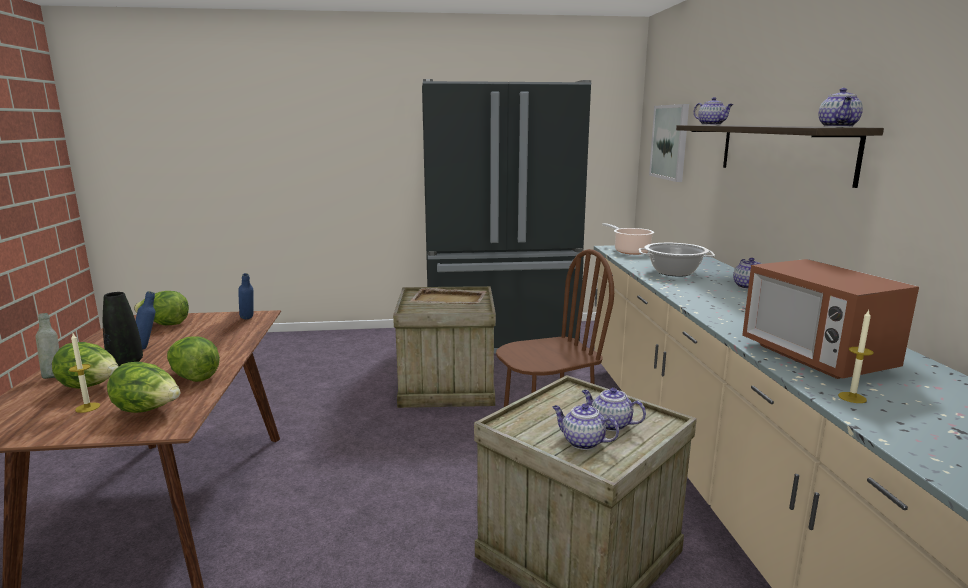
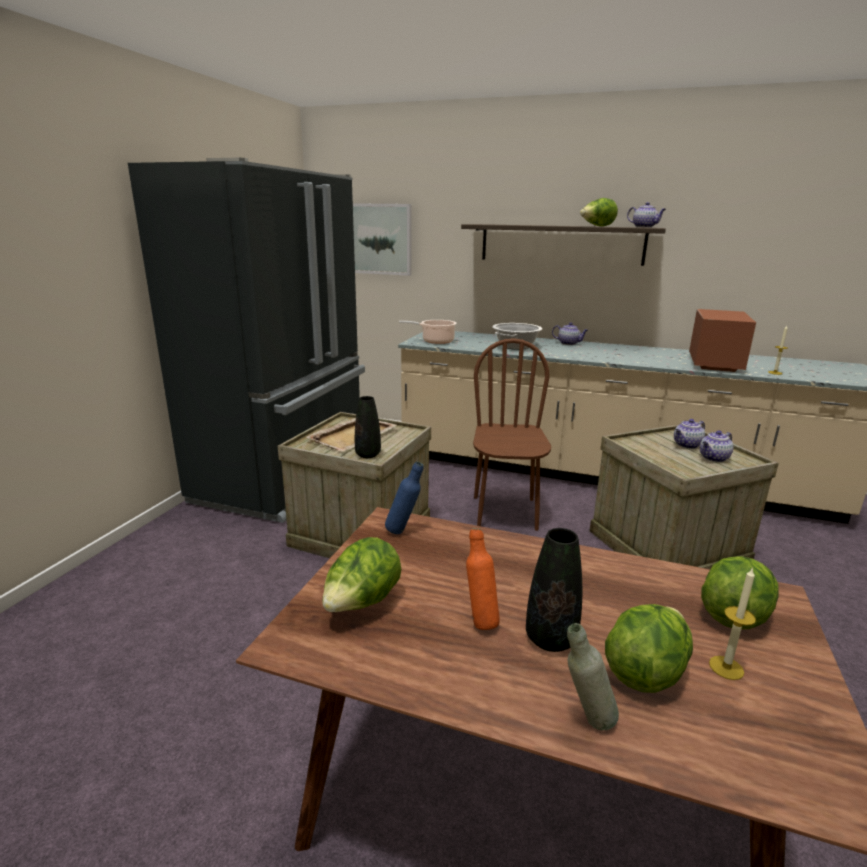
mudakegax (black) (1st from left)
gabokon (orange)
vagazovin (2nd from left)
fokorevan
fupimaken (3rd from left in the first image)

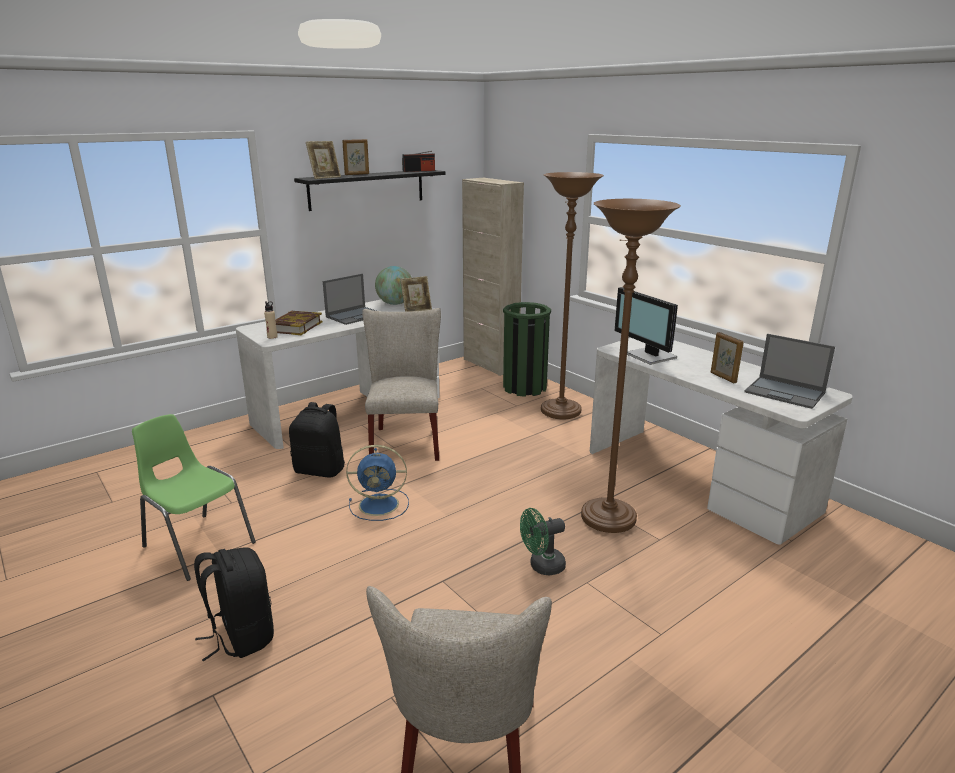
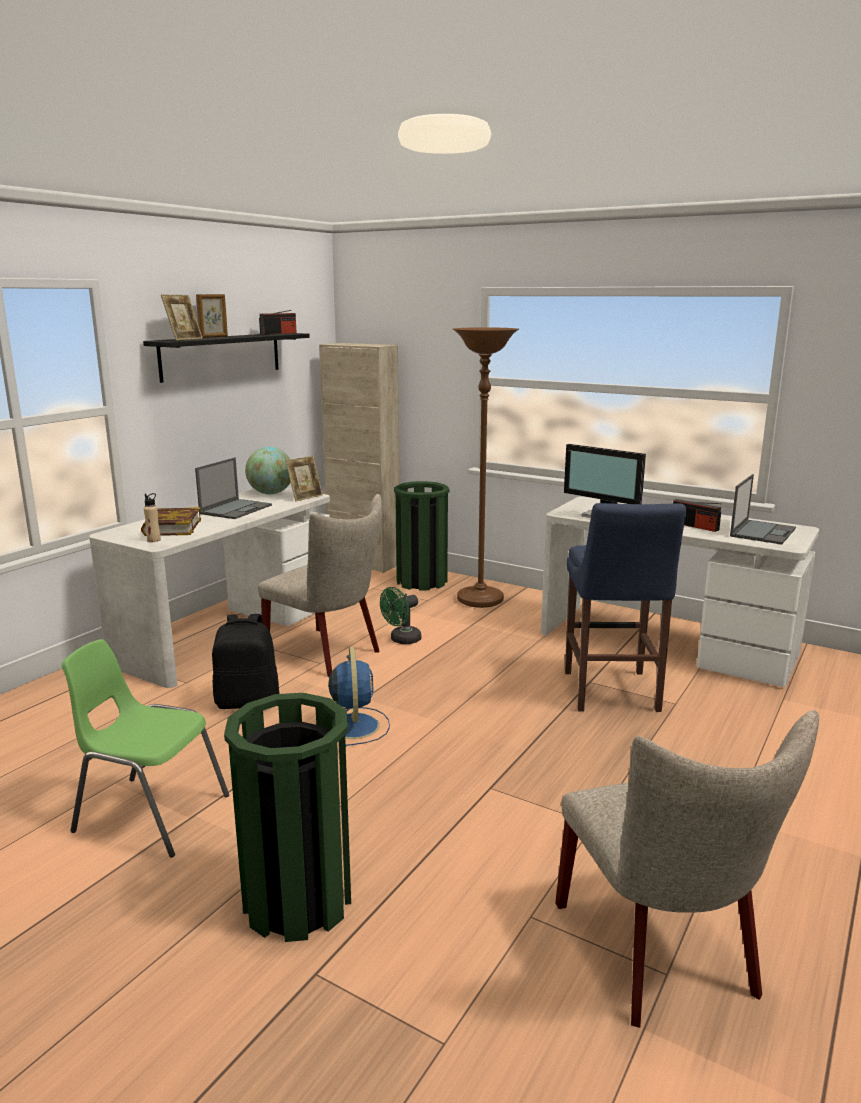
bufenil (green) (1st from left)
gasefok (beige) (1st from left)
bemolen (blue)
bemolen (green)
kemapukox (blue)
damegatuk (2nd from left)
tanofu (2nd from left)

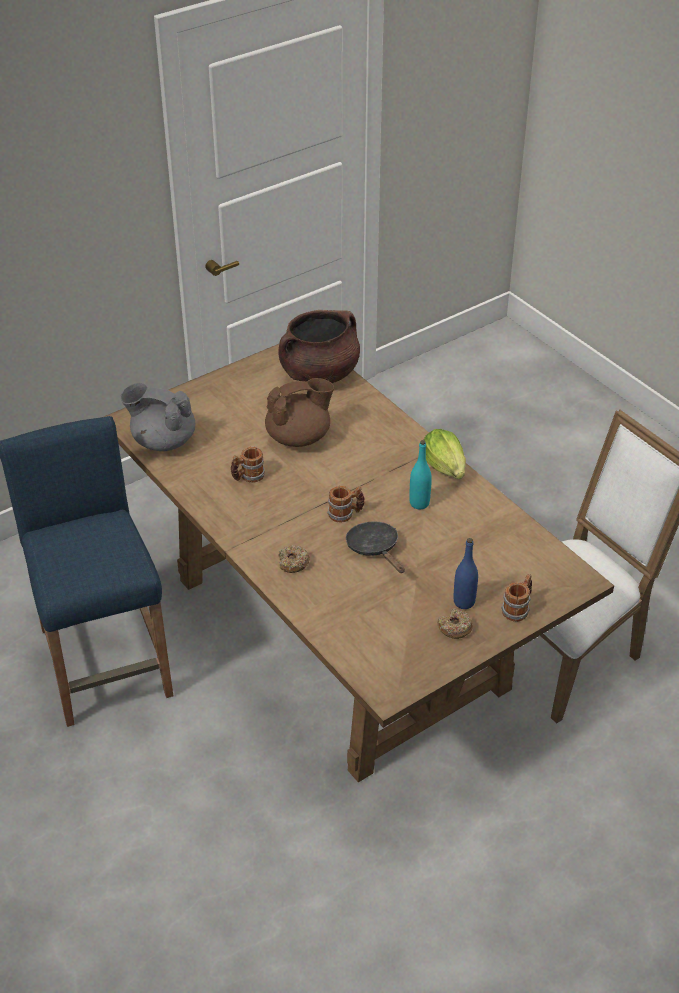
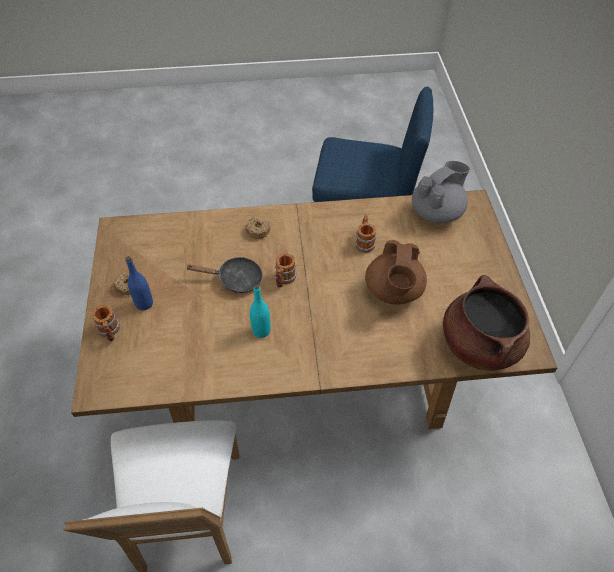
vagazovin

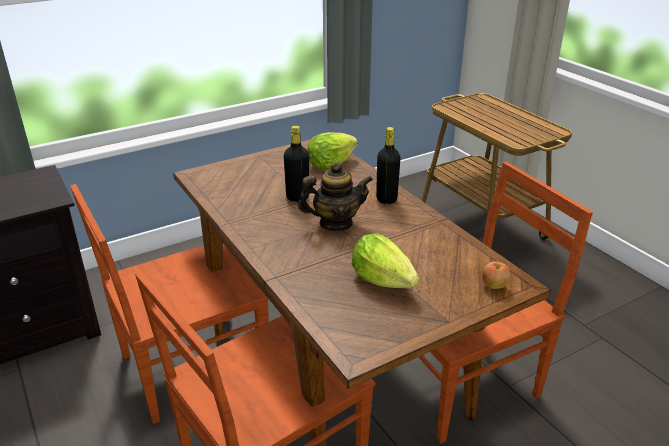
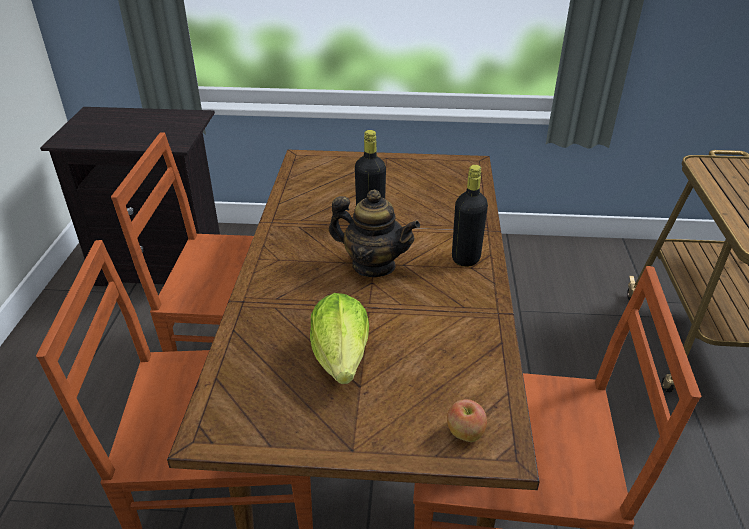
vagazovin (1st from left in the first image)

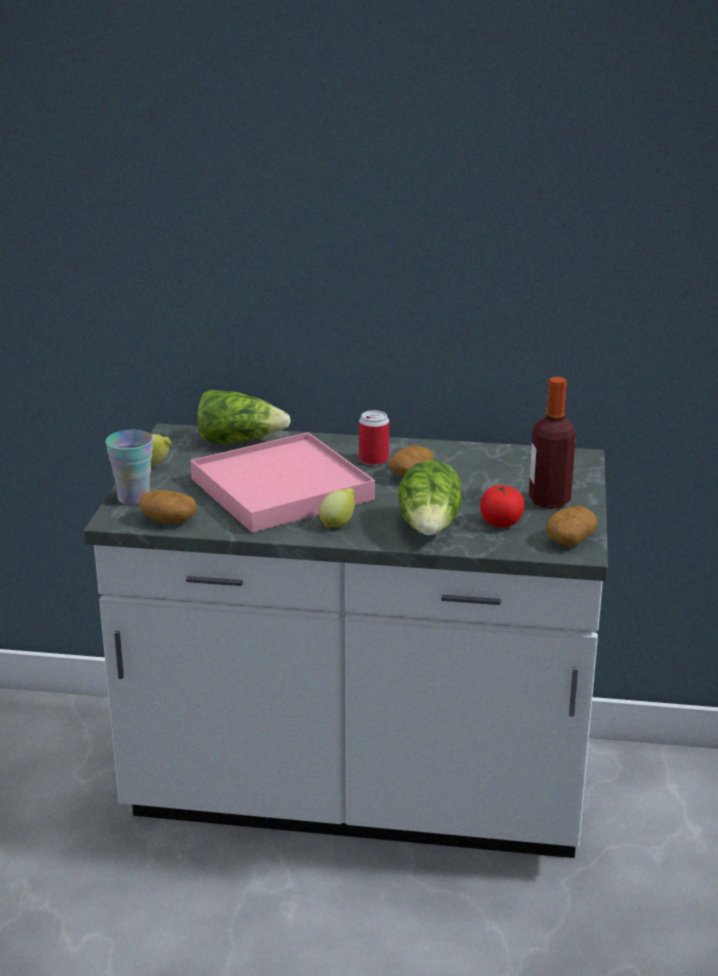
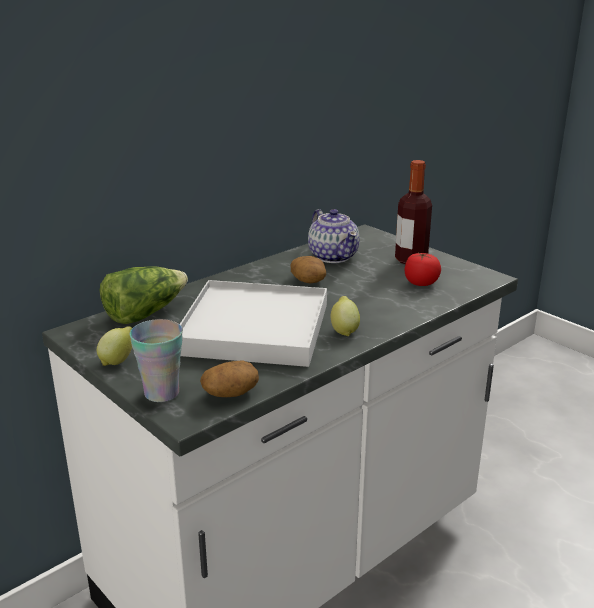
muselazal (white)
fupimaken
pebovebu
vagazovin (2nd from left in the first image)
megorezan (3rd from left in the first image)

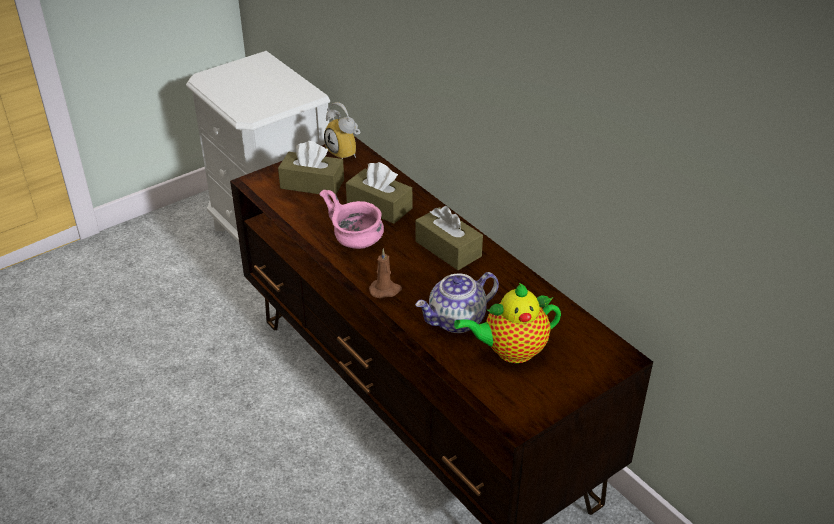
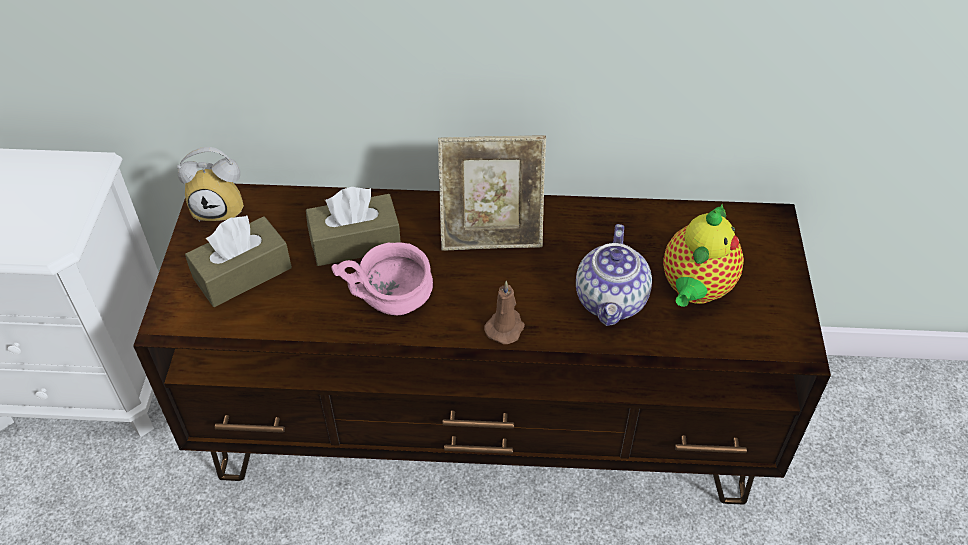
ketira

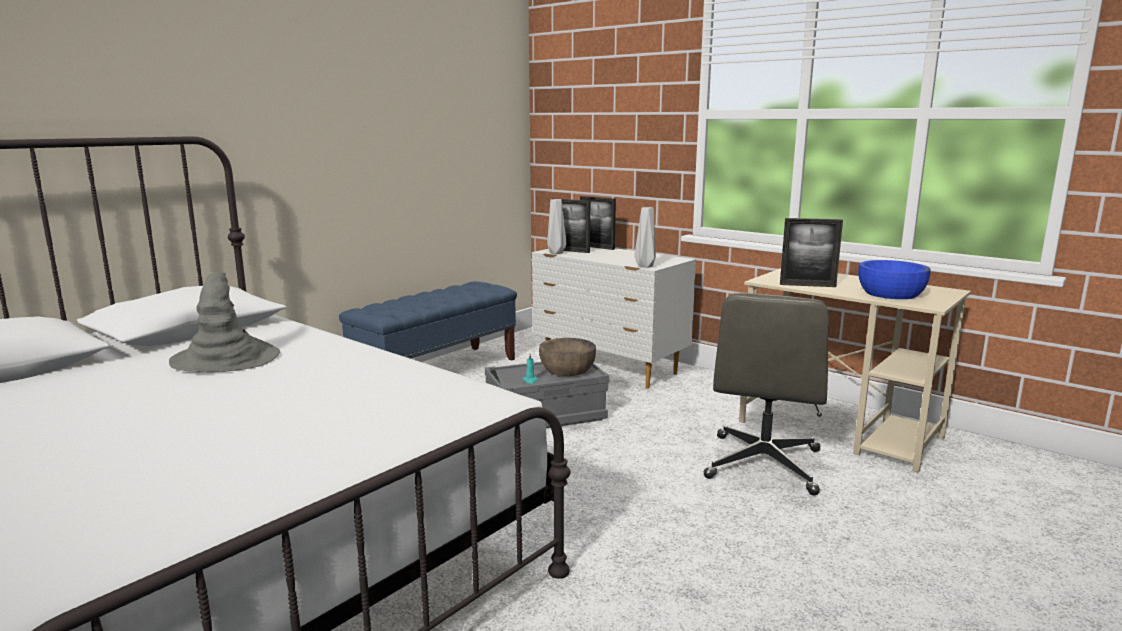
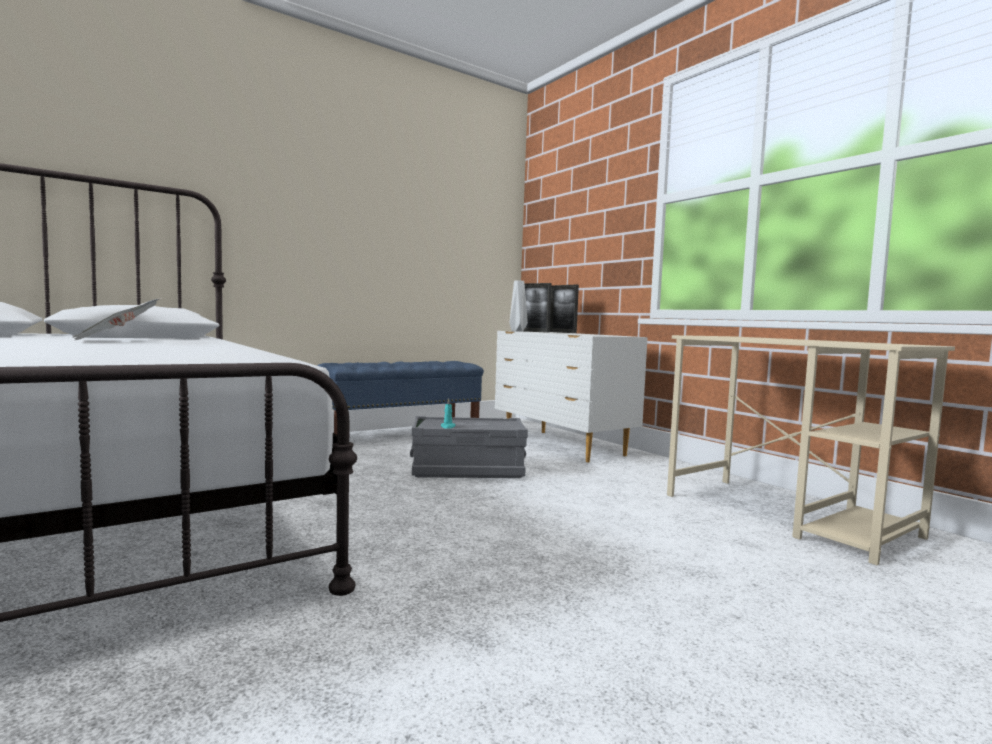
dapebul
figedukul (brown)
mudakegax (grey) (2nd from left in the first image)
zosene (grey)
ketira (3rd from left in the first image)
figedukul (blue)

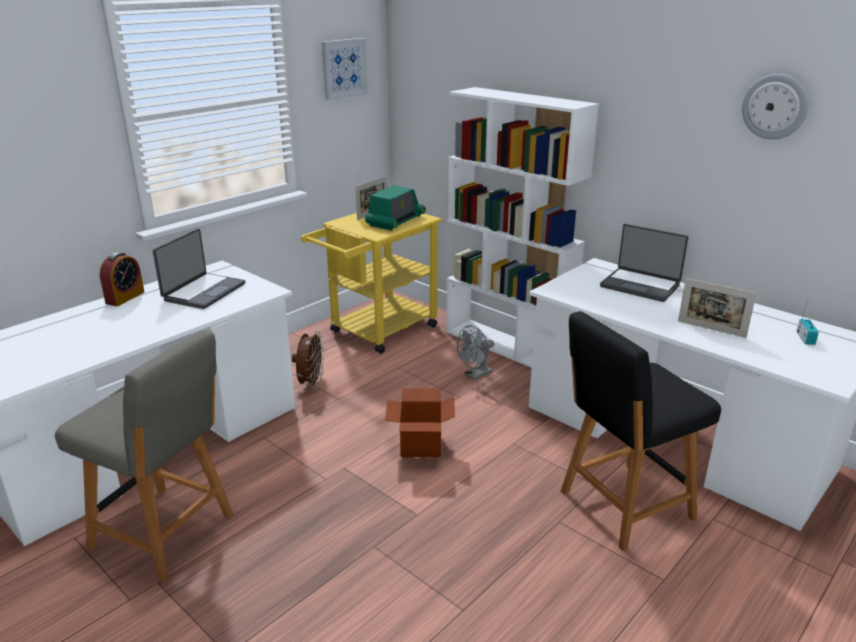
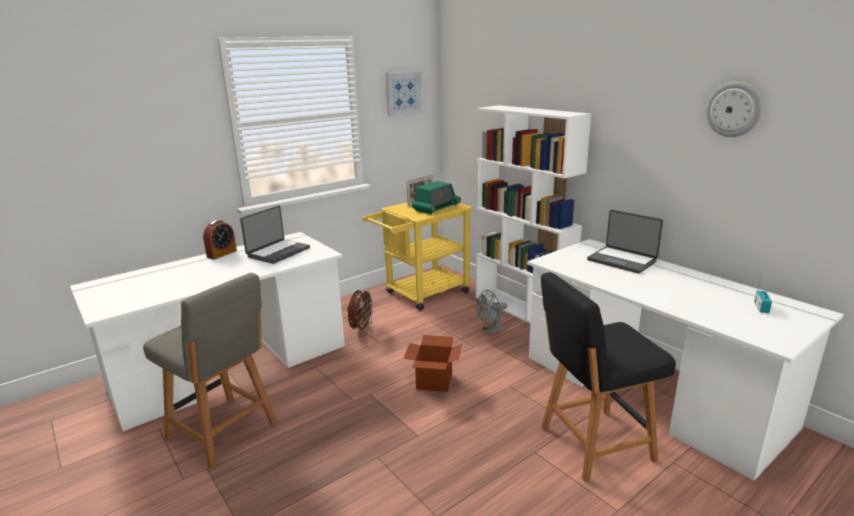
ketira (2nd from left in the first image)

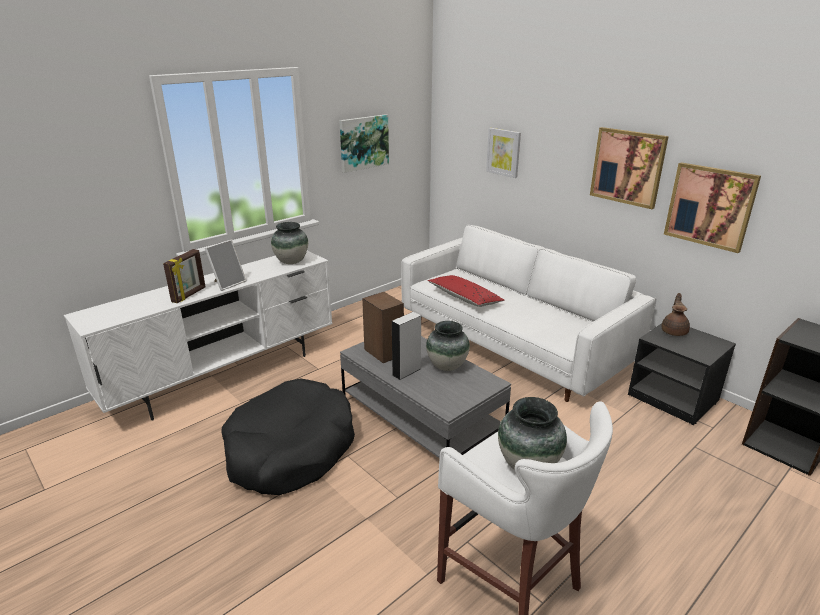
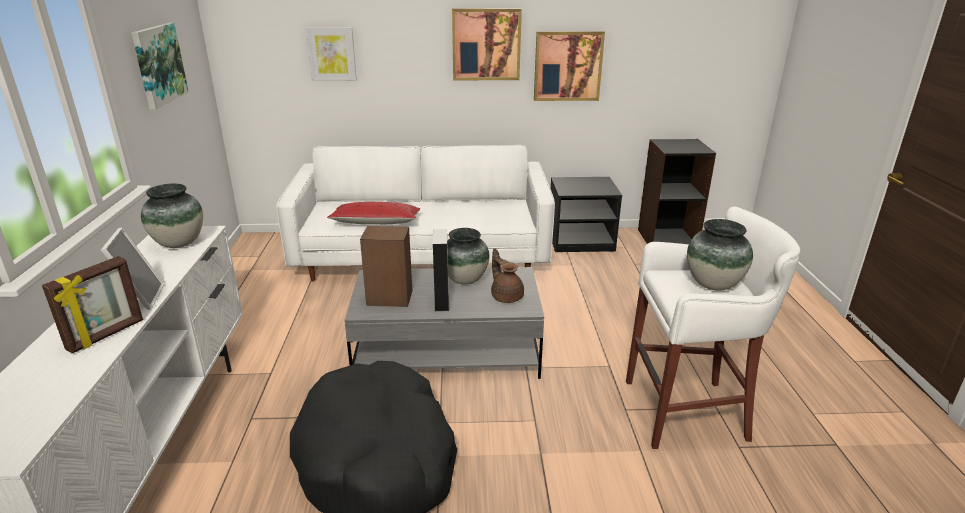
ketira (1st from left)
fupimaken (brown)

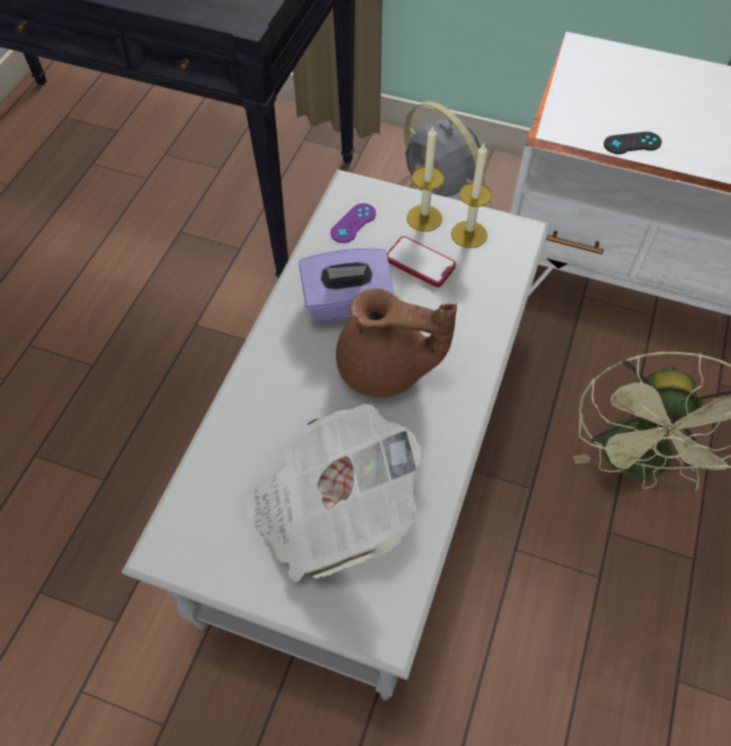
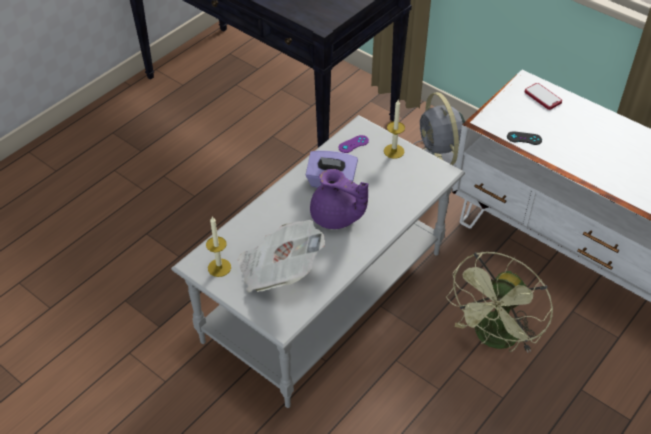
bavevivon (1st from left)
fupimaken (purple)
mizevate

